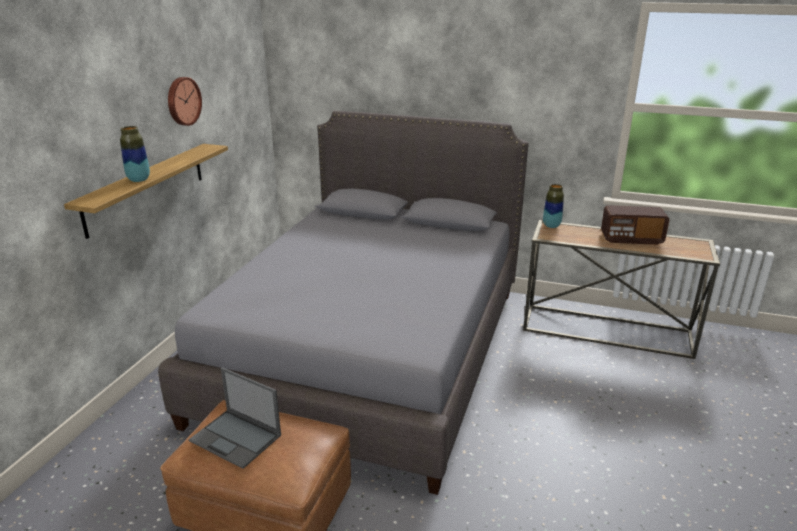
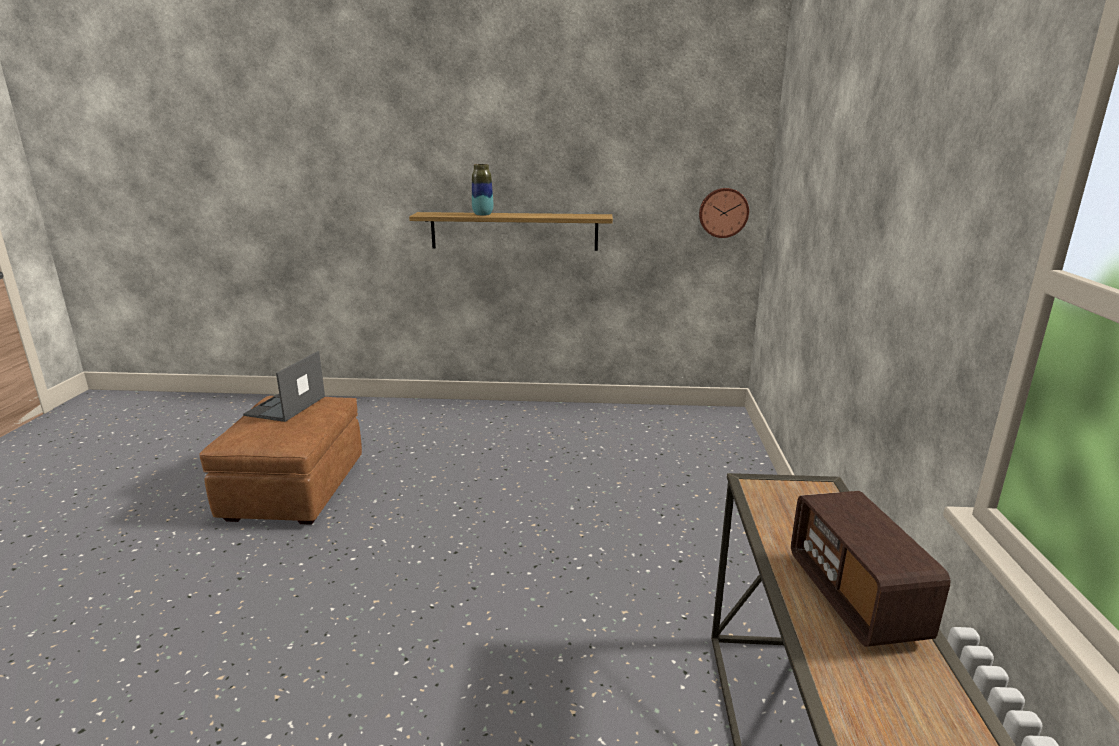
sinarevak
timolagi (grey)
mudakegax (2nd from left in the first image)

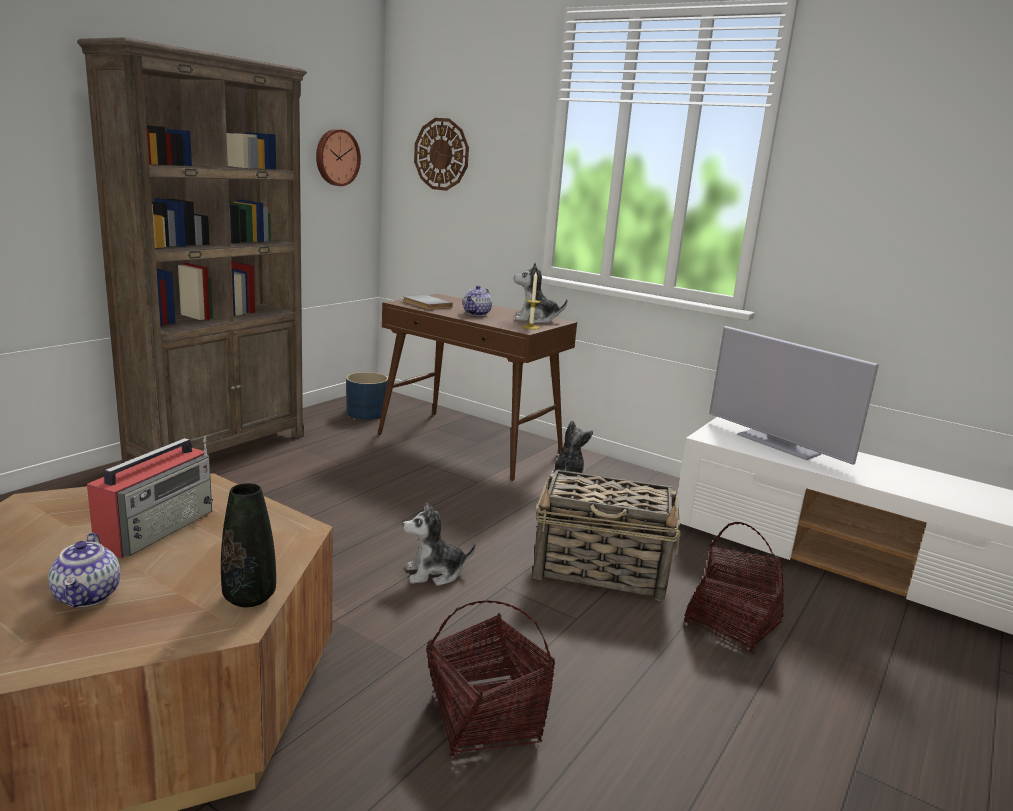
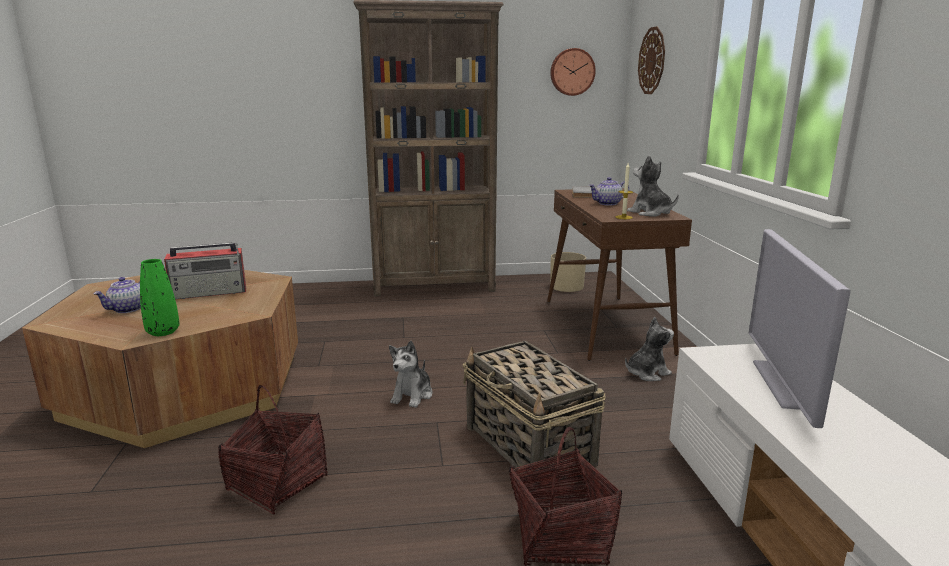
mudakegax (green)
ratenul (1st from left)
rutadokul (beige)

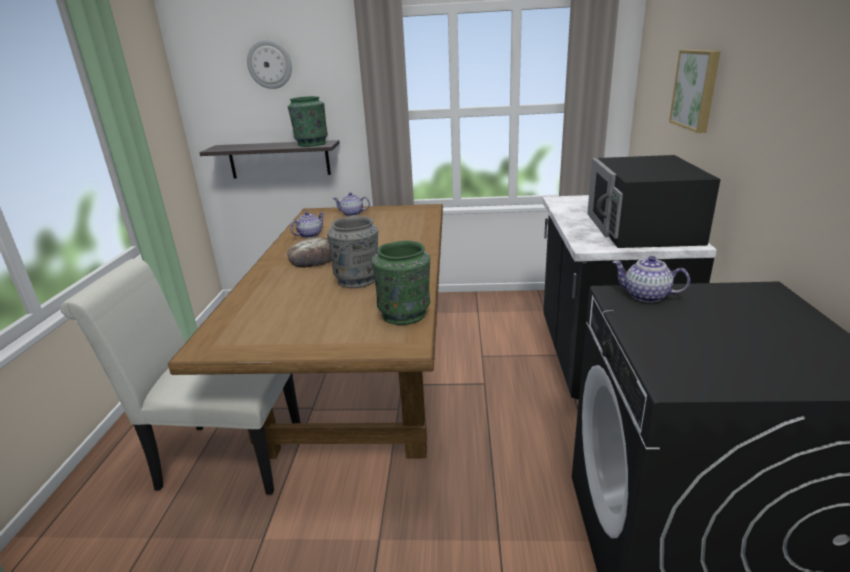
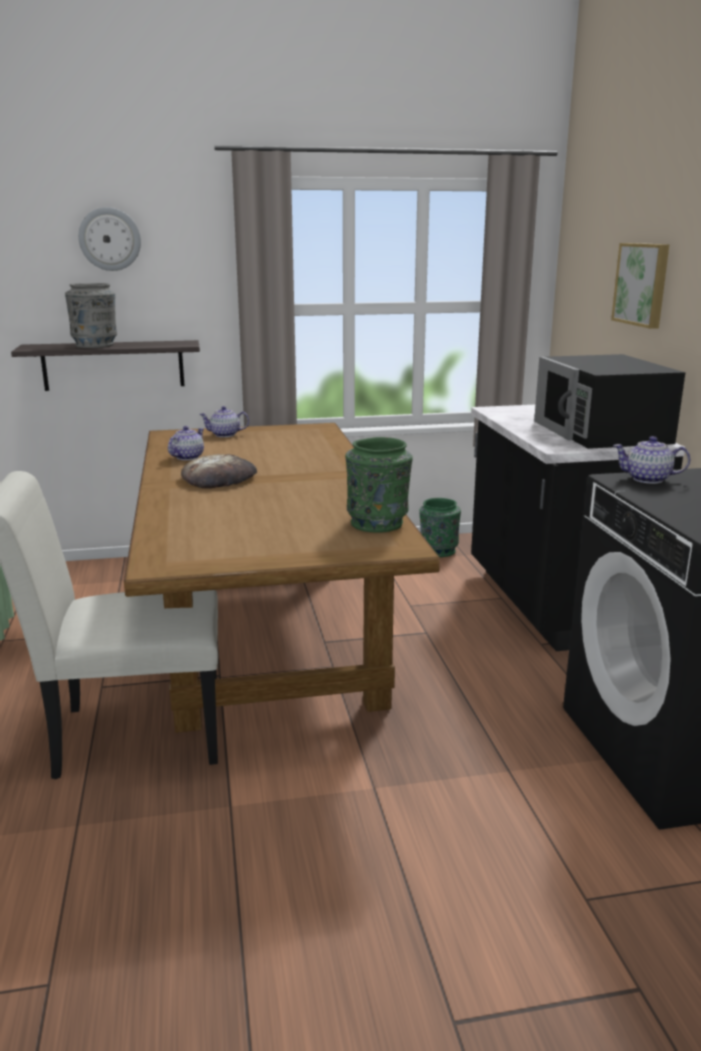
mudakegax (grey)
mudakegax (green) (2nd from left)

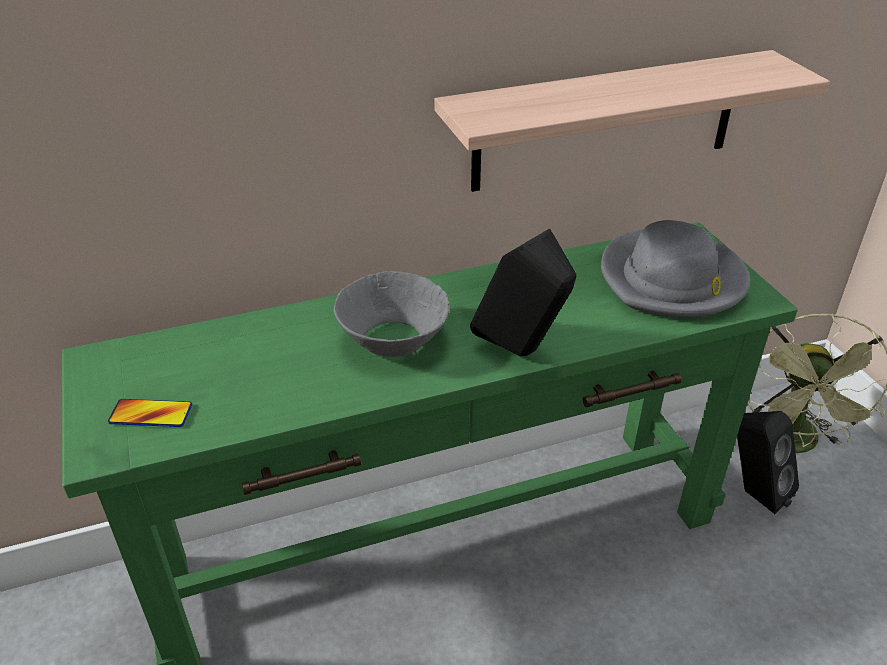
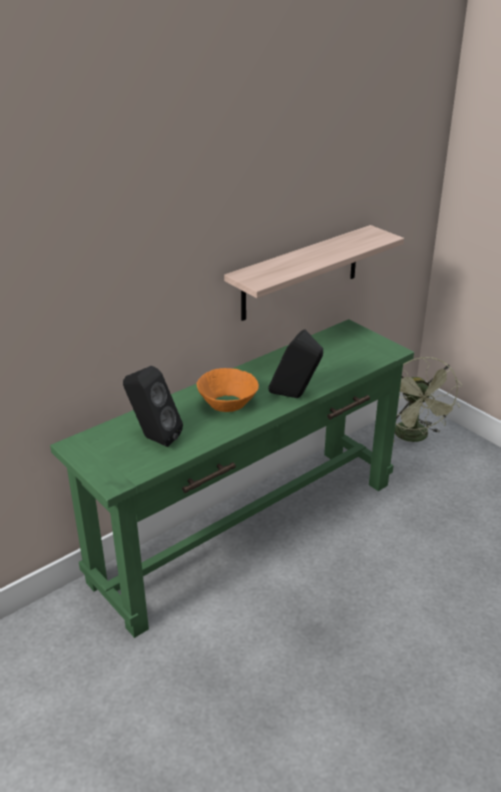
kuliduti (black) (1st from left)
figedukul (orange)
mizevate
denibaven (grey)

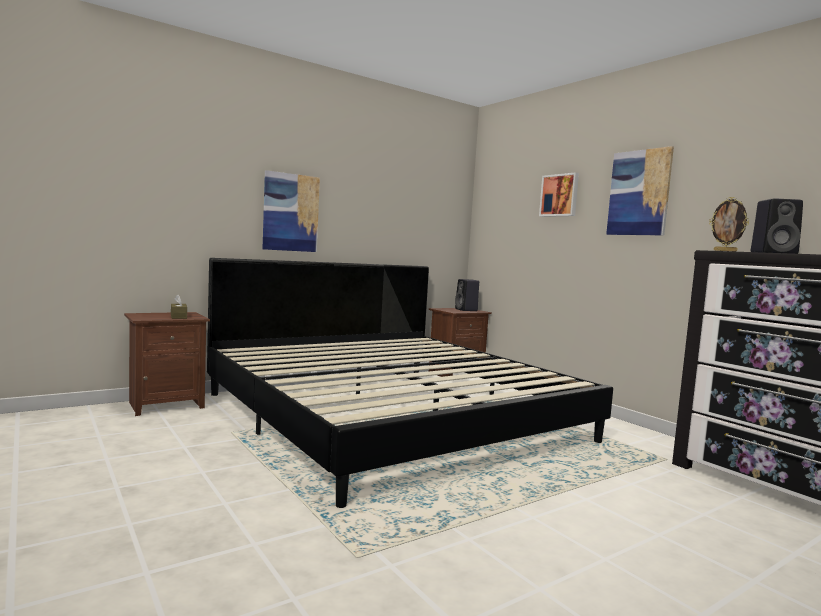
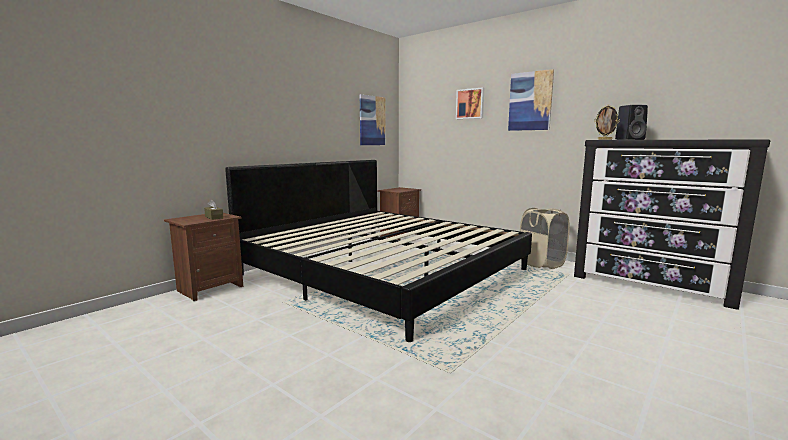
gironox (1st from left)
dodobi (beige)
kuliduti (black) (1st from left in the first image)

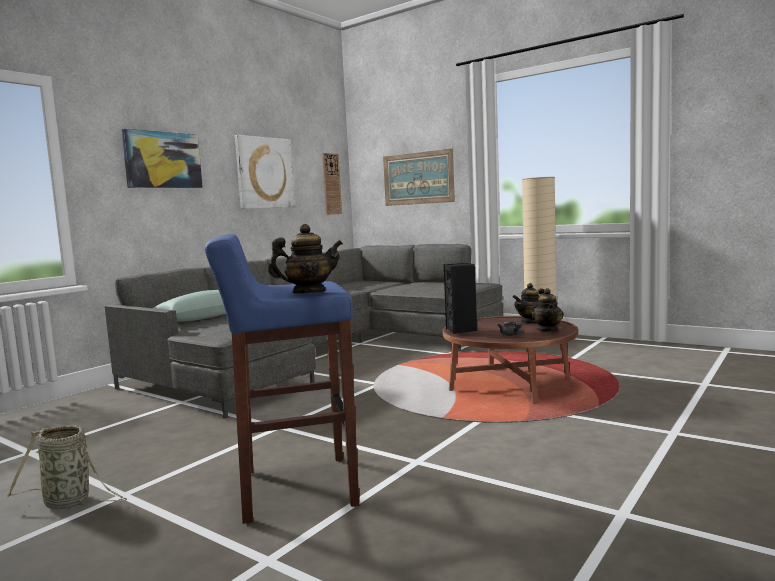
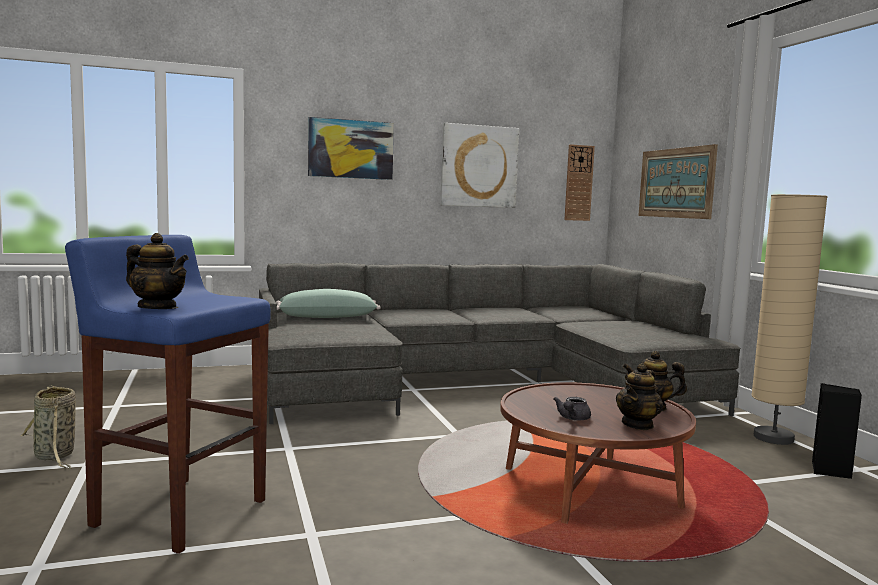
kuliduti (black)

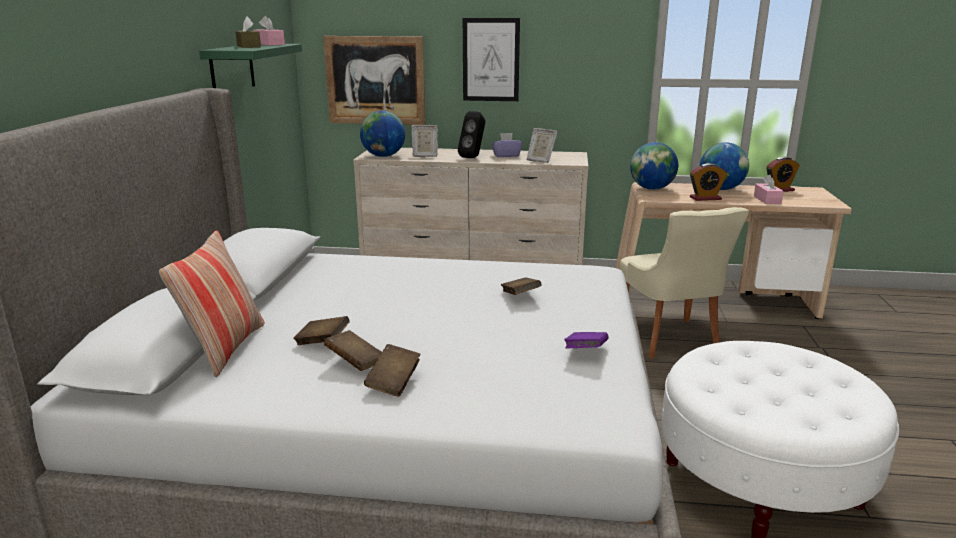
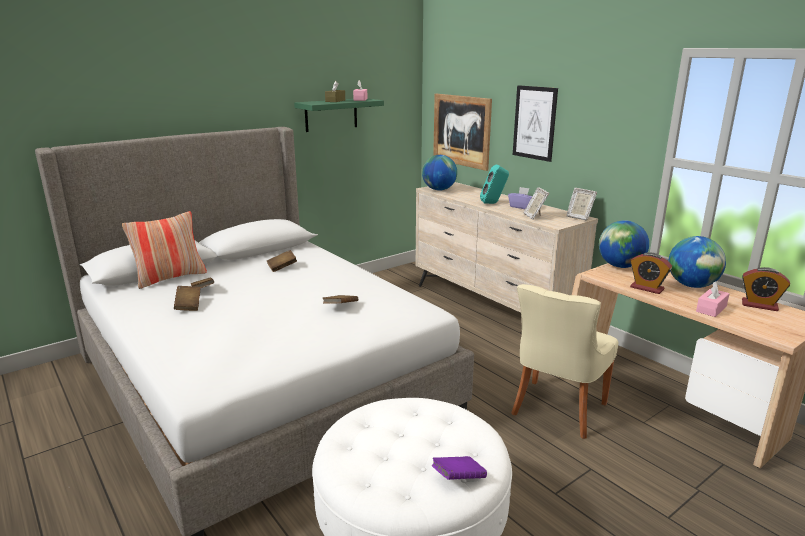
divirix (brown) (3rd from left)
divirix (purple)
kuliduti (turquoise)
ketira (2nd from left)

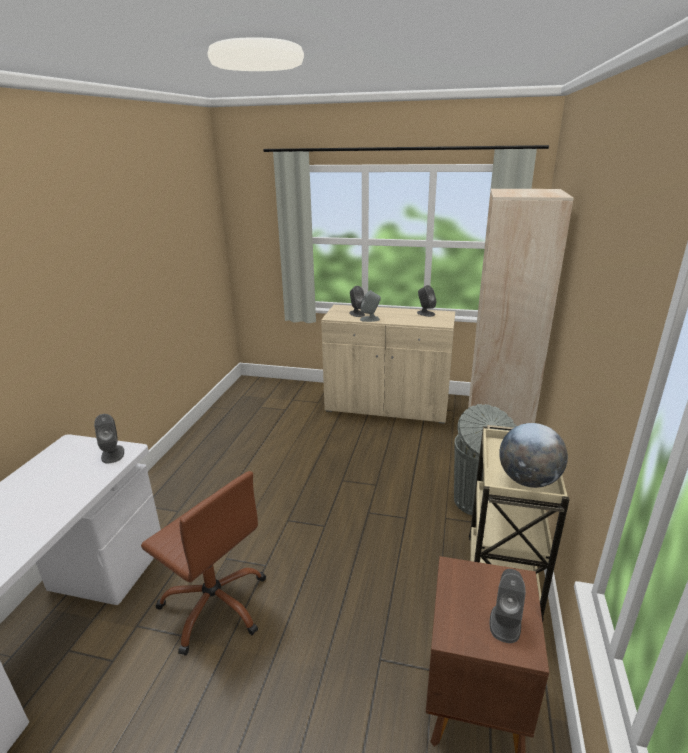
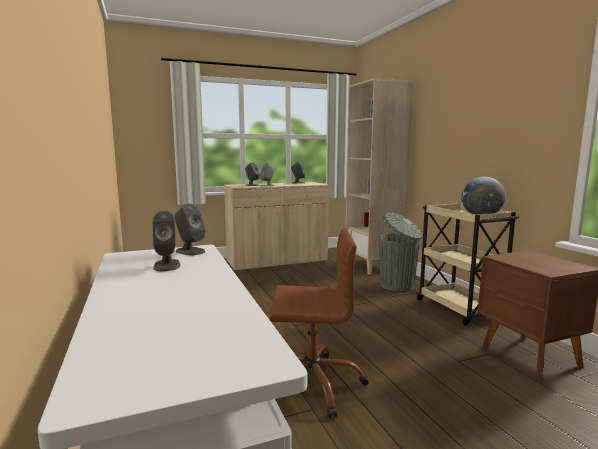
kuliduti (grey) (1st from left)

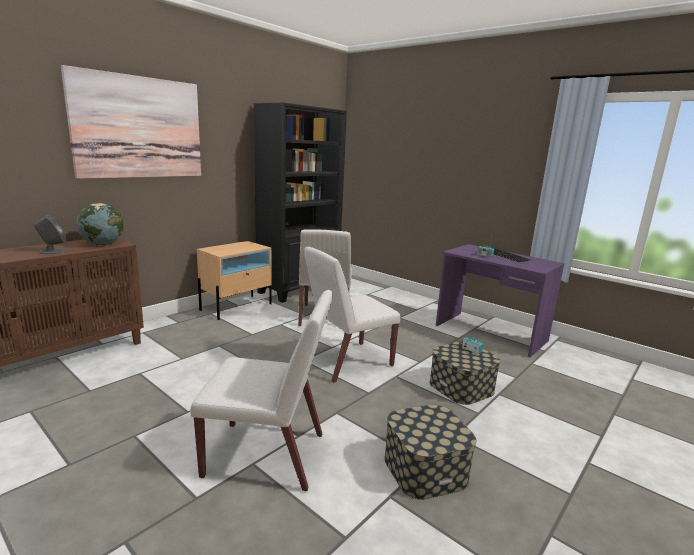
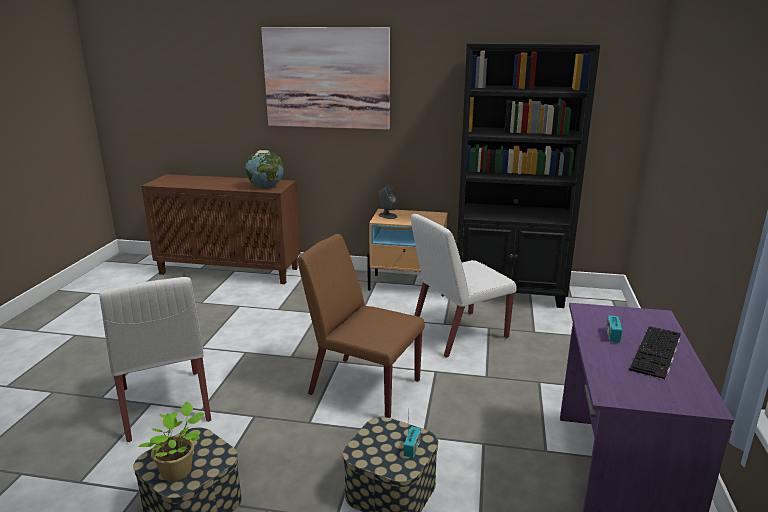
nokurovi
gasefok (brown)
kuliduti (grey)

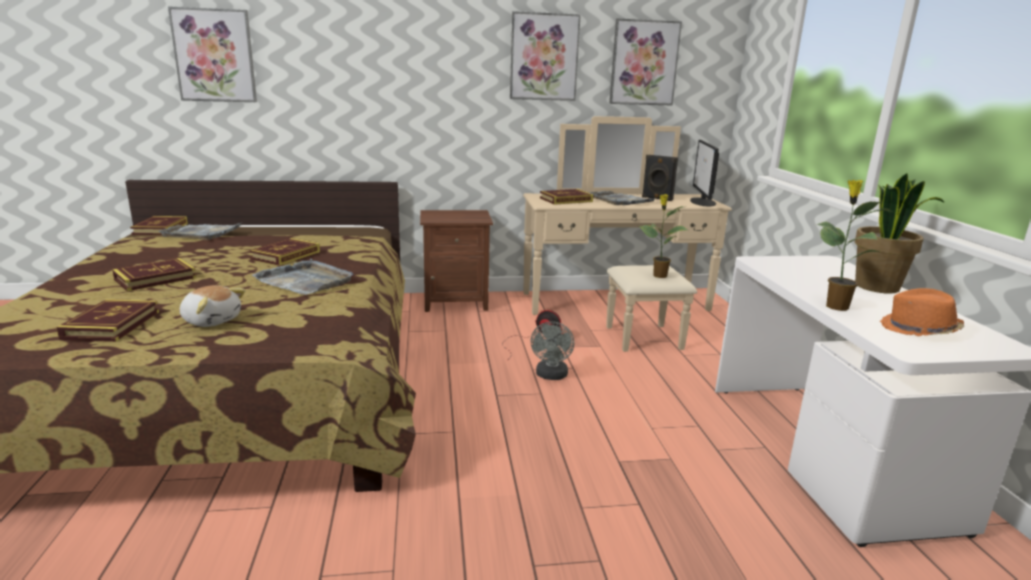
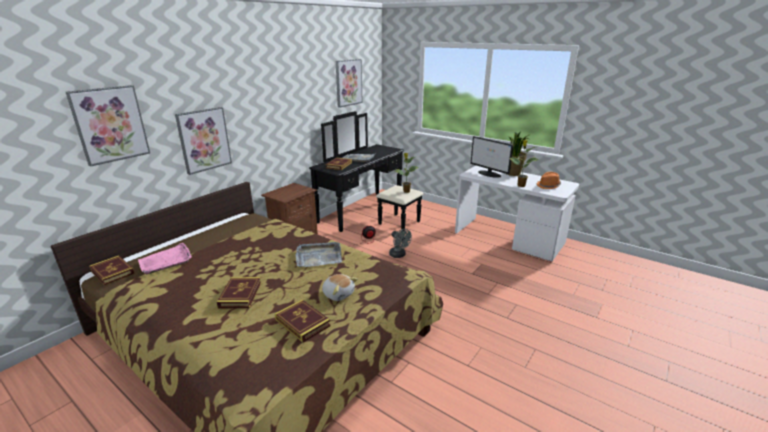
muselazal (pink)
gironox (2nd from left)
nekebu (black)
ratenul
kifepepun
divirix (4th from left in the first image)
kuliduti (black)

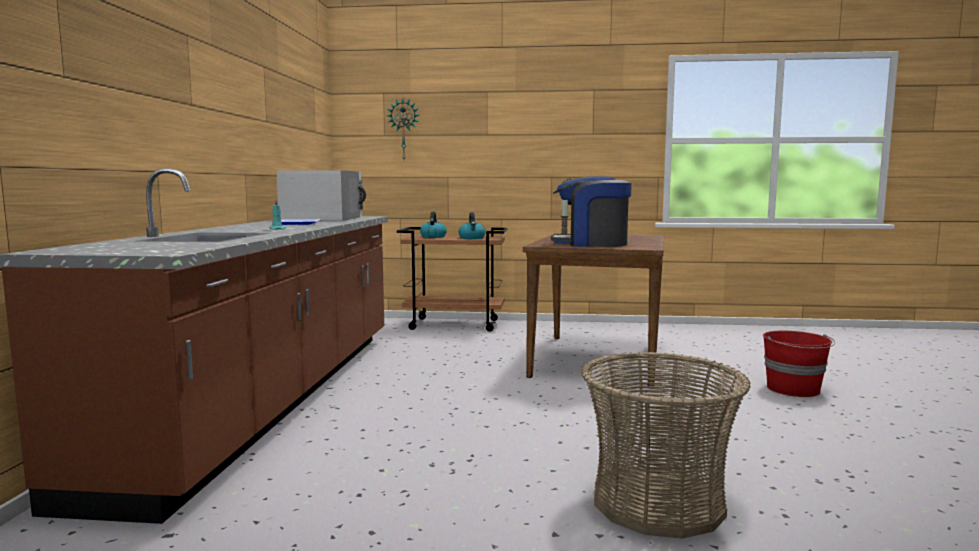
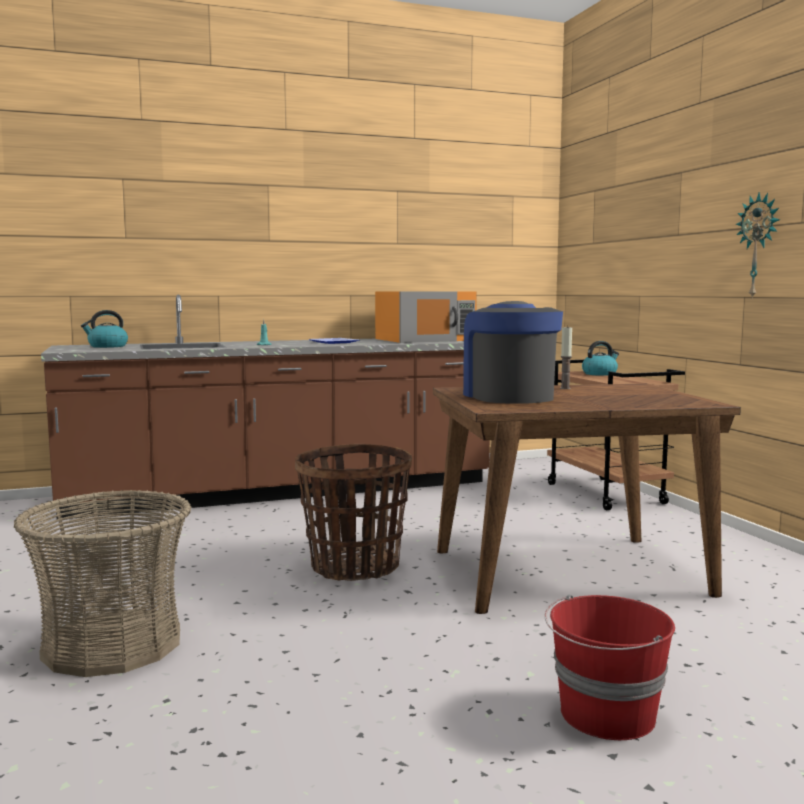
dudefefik (1st from left)
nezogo (2nd from left)
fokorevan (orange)
sinarevak

